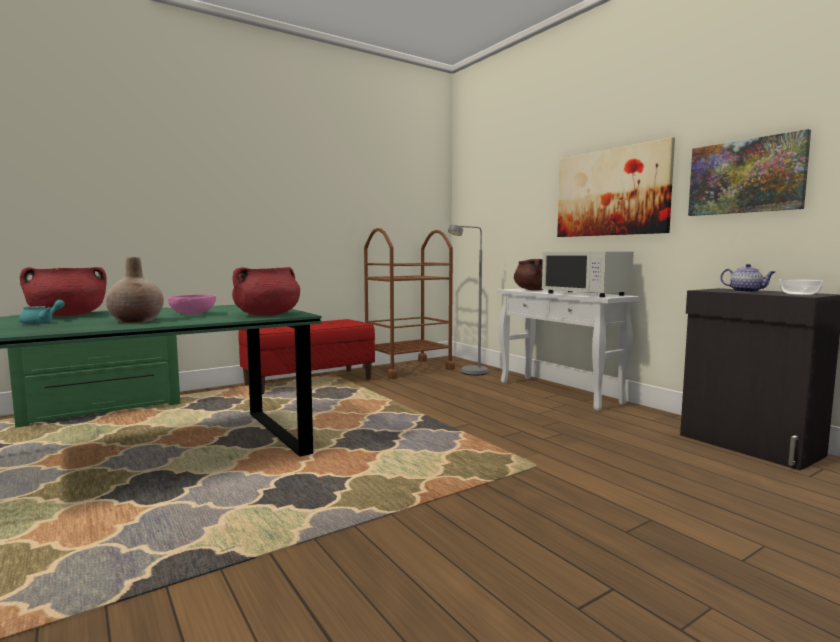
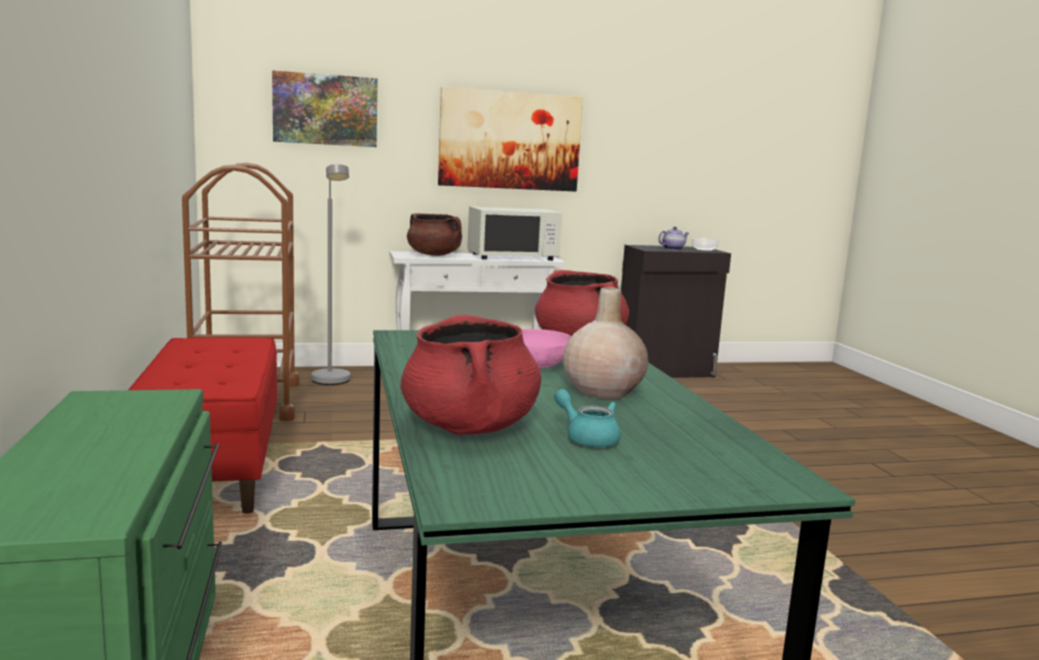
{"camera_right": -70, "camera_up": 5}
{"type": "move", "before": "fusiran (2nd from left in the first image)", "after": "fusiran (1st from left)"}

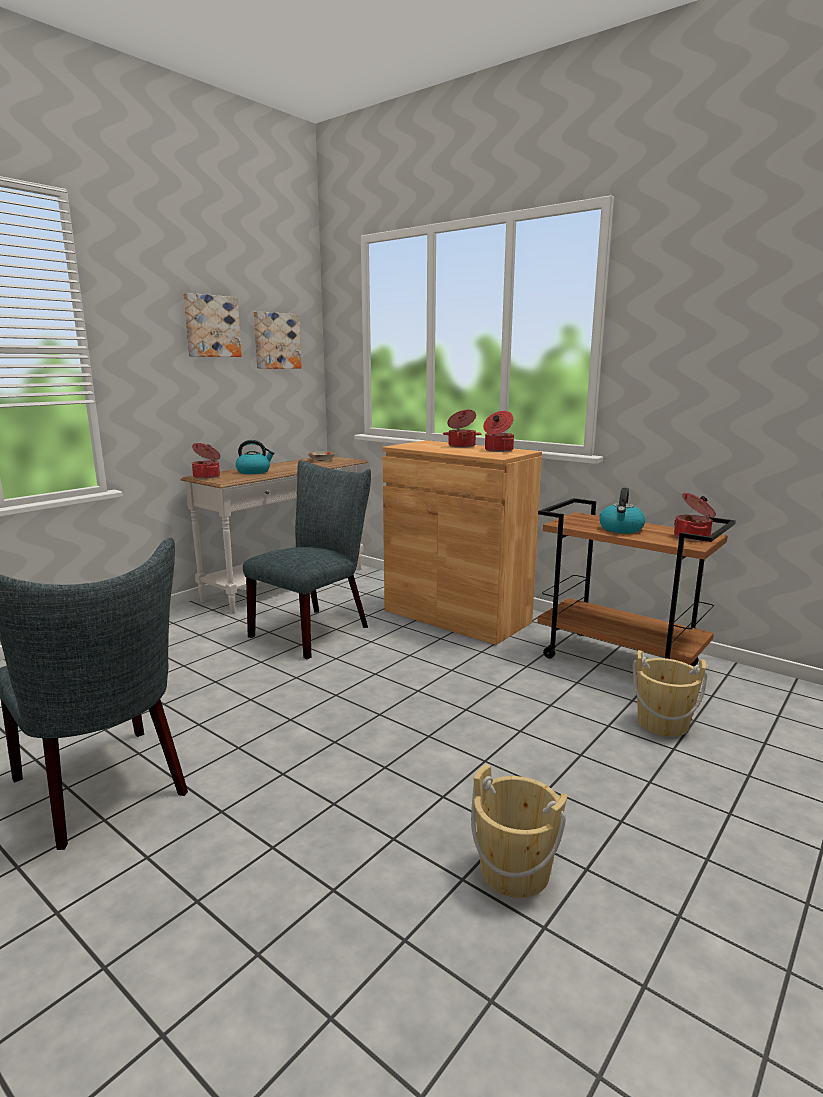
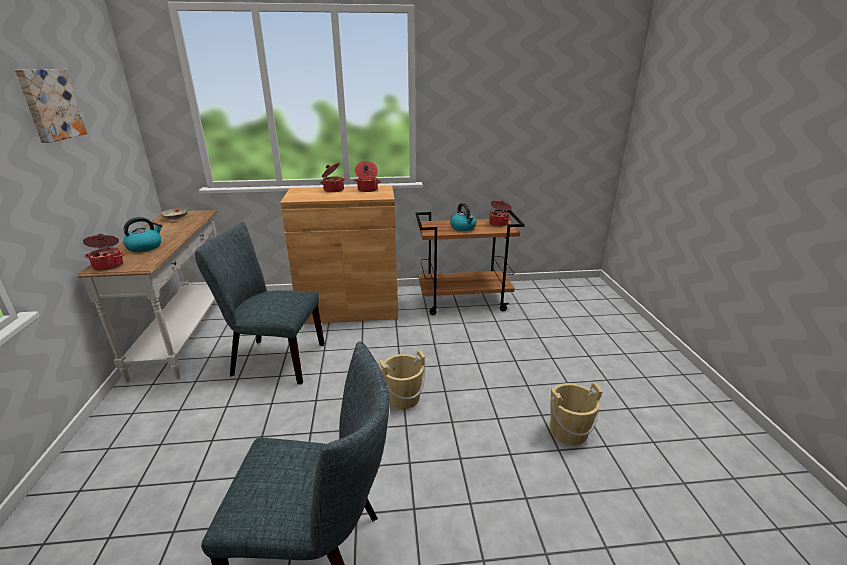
{"camera_right": -45, "camera_up": 10}
{"type": "rotate", "before": "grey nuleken (2nd from left in the first image)", "turn": -75}
{"type": "delete", "before": "fusiran (2nd from left)"}
{"type": "move", "before": "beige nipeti (2nd from left in the first image)", "after": "beige nipeti (1st from left)"}

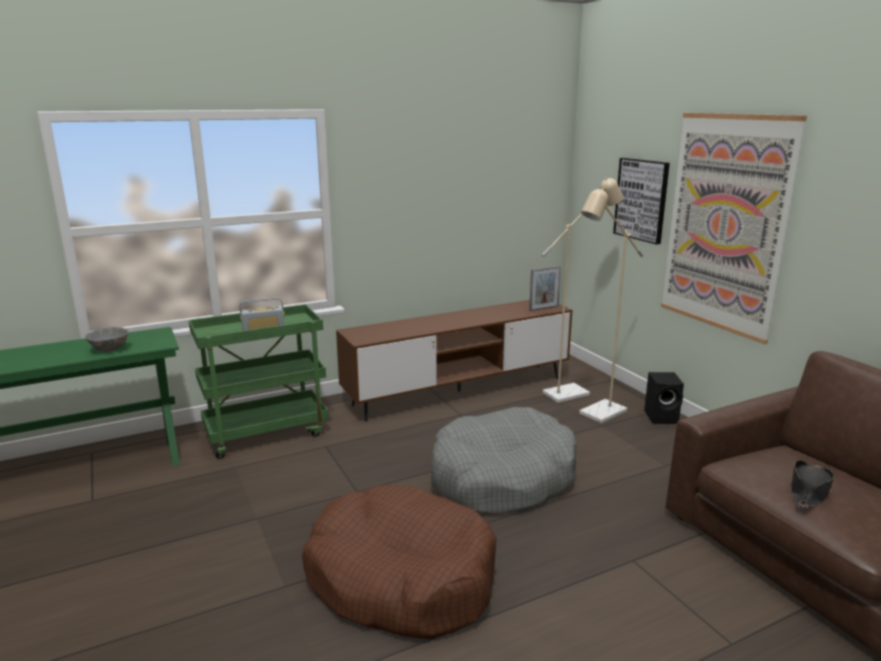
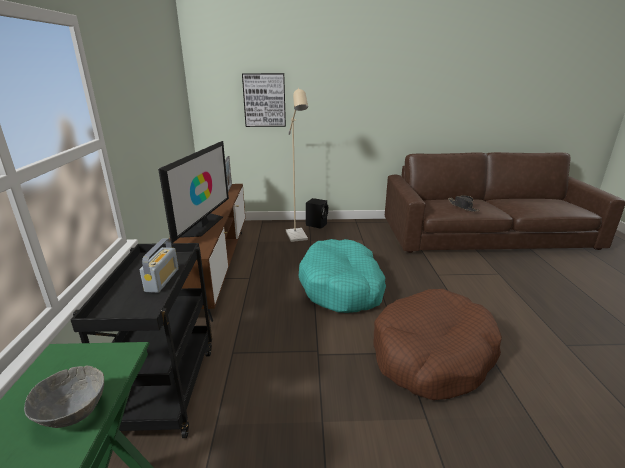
{"camera_right": -65, "camera_up": 5}
{"type": "recolor", "before": "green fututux", "after": "black fututux"}
{"type": "recolor", "before": "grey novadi", "after": "turquoise novadi"}
{"type": "delete", "before": "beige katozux (1st from left)"}
{"type": "delete", "before": "fusiran (2nd from left)"}
{"type": "insert", "after": "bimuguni"}

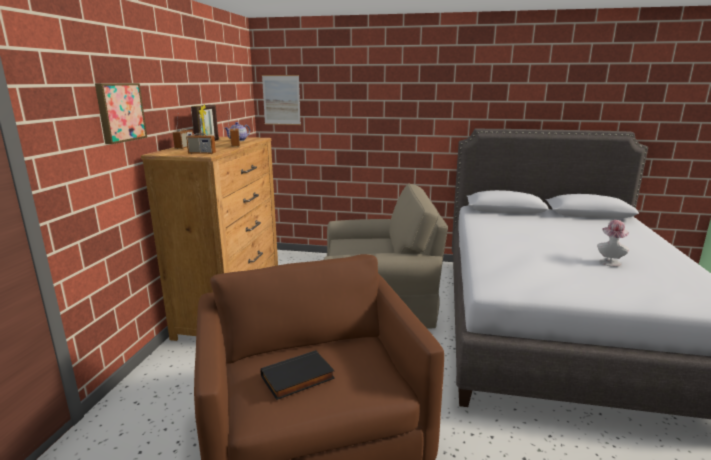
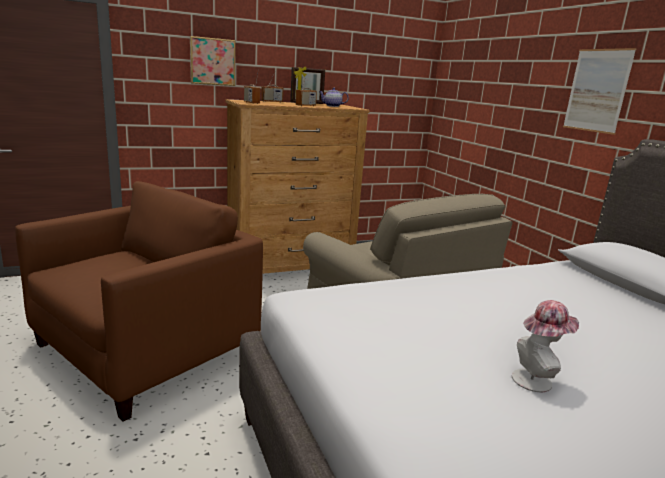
{"camera_right": 55, "camera_up": 0}
{"type": "delete", "before": "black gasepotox"}
{"type": "move", "before": "fusiran (2nd from left)"}

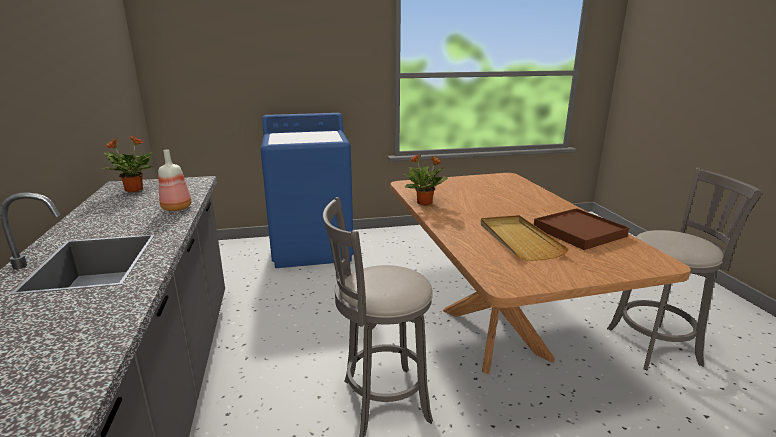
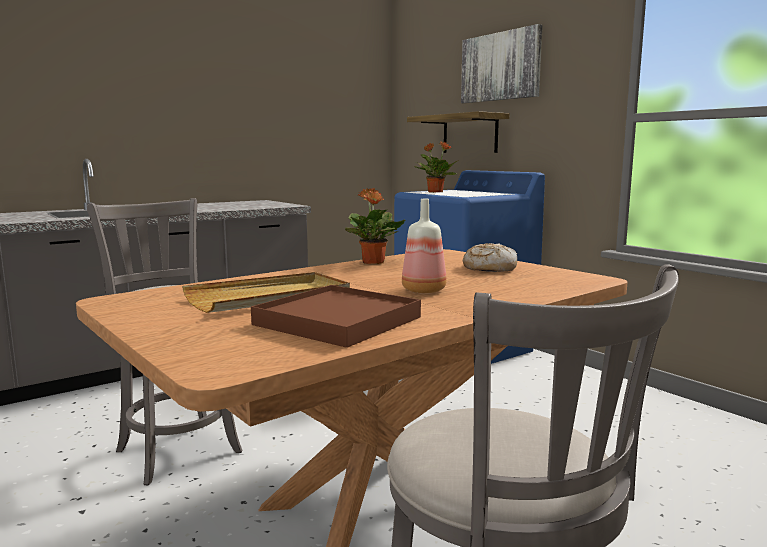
{"camera_right": 65, "camera_up": -10}
{"type": "move", "before": "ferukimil (1st from left in the first image)", "after": "ferukimil (2nd from left)"}
{"type": "move", "before": "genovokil"}
{"type": "insert", "after": "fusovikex"}
{"type": "insert", "after": "fusiran"}
{"type": "insert", "after": "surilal"}

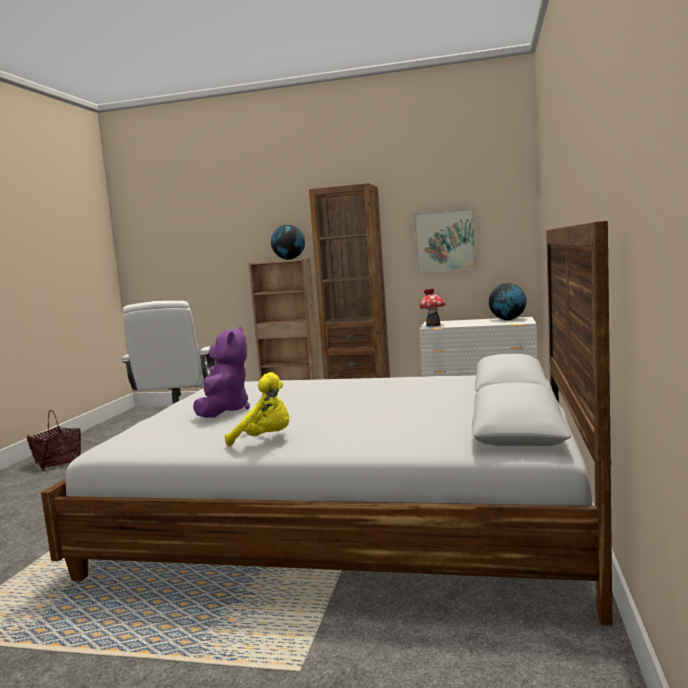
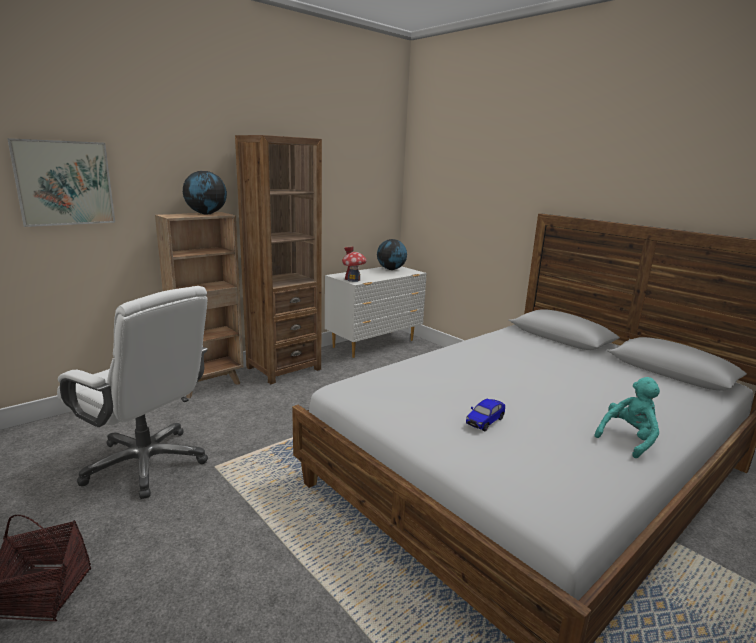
{"camera_right": -55, "camera_up": 10}
{"type": "replace", "before": "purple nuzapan", "after": "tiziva"}
{"type": "recolor", "before": "yellow nuzapan", "after": "turquoise nuzapan"}
{"type": "move", "before": "fusiran"}

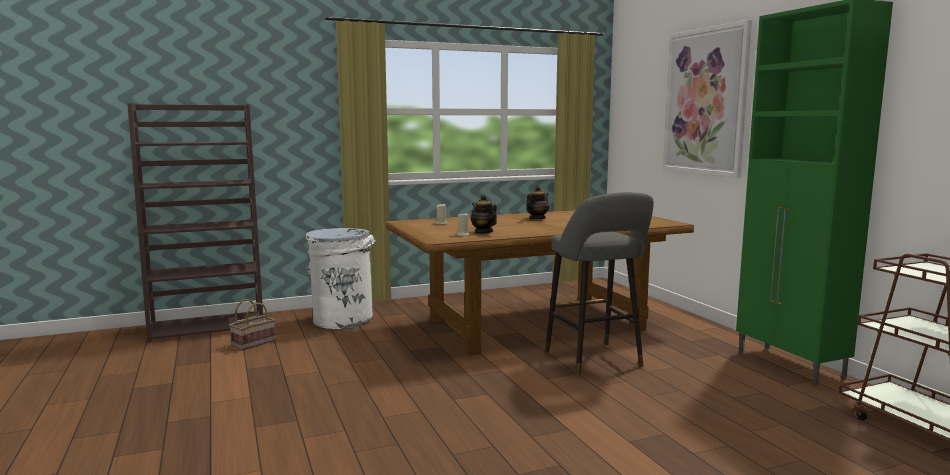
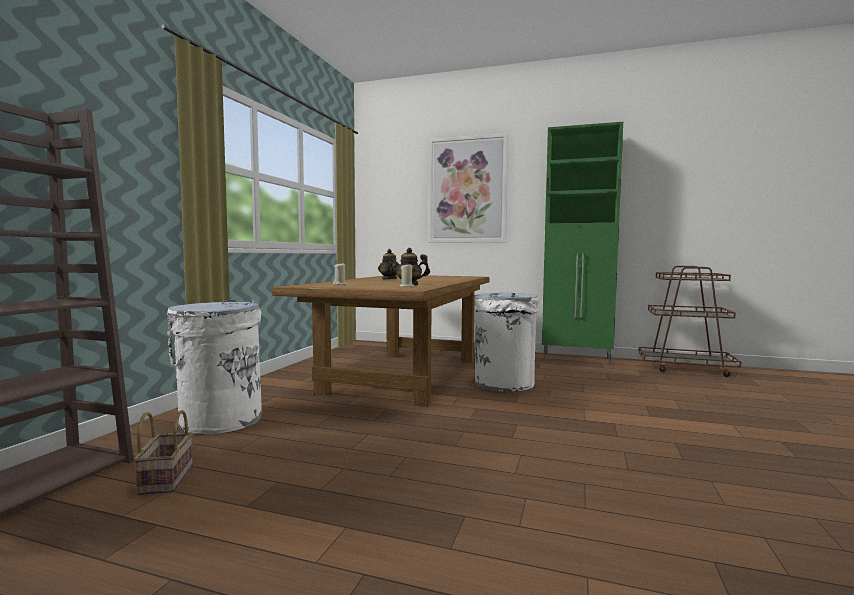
{"camera_right": -50, "camera_up": -5}
{"type": "replace", "before": "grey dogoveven", "after": "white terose (2nd from left)"}

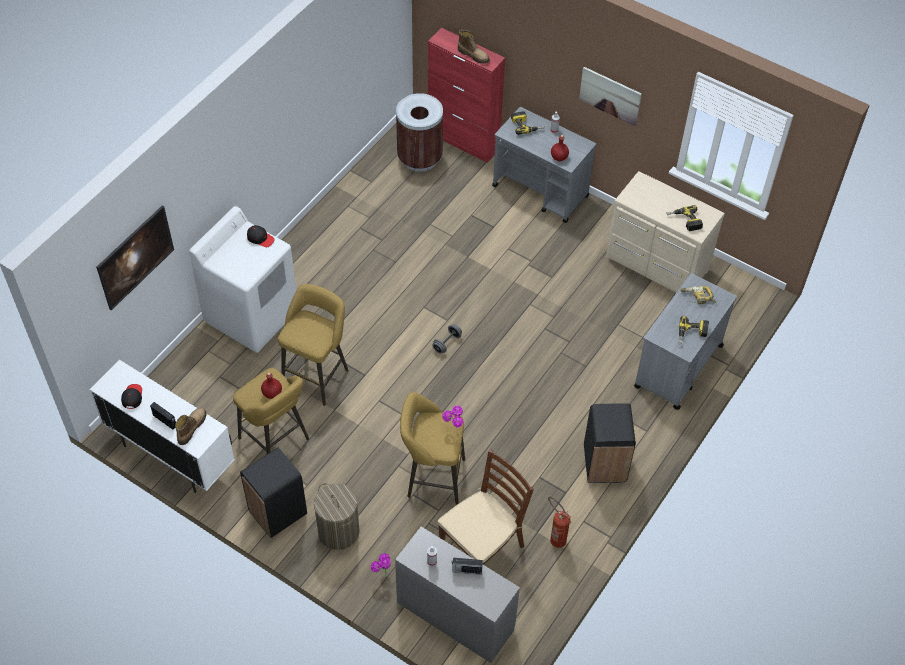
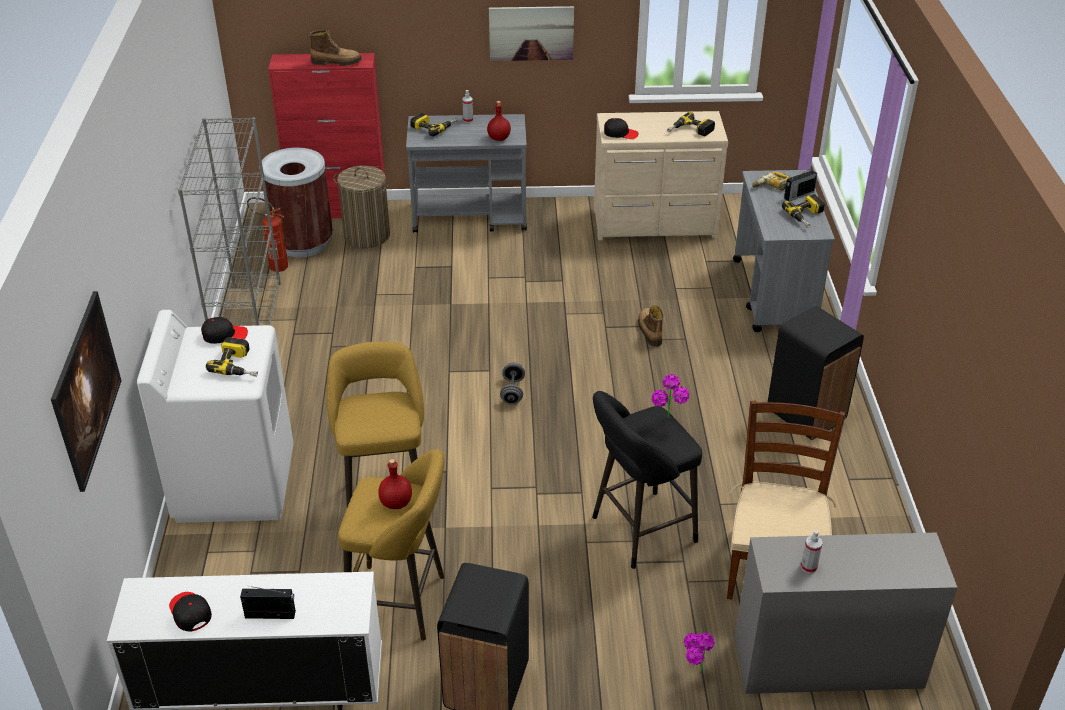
{"camera_right": -35, "camera_up": -15}
{"type": "move", "before": "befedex (1st from left in the first image)", "after": "befedex (2nd from left)"}
{"type": "move", "before": "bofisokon"}
{"type": "recolor", "before": "yellow dogoveven (3rd from left)", "after": "black dogoveven"}
{"type": "move", "before": "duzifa (2nd from left)"}
{"type": "move", "before": "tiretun"}
{"type": "insert", "after": "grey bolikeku"}
{"type": "insert", "after": "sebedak (1st from left)"}
{"type": "insert", "after": "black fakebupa (3rd from left)"}

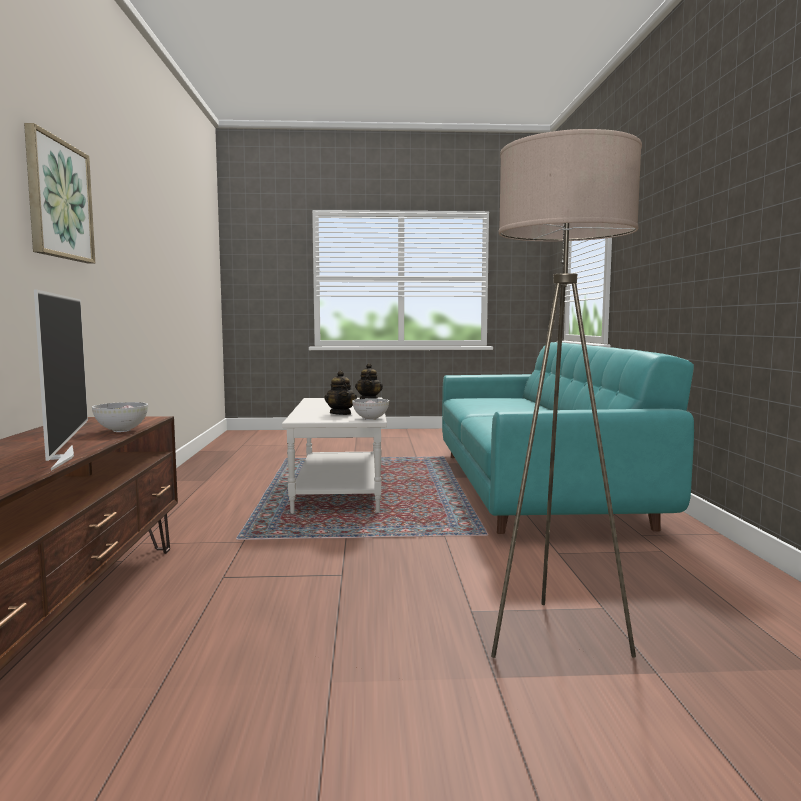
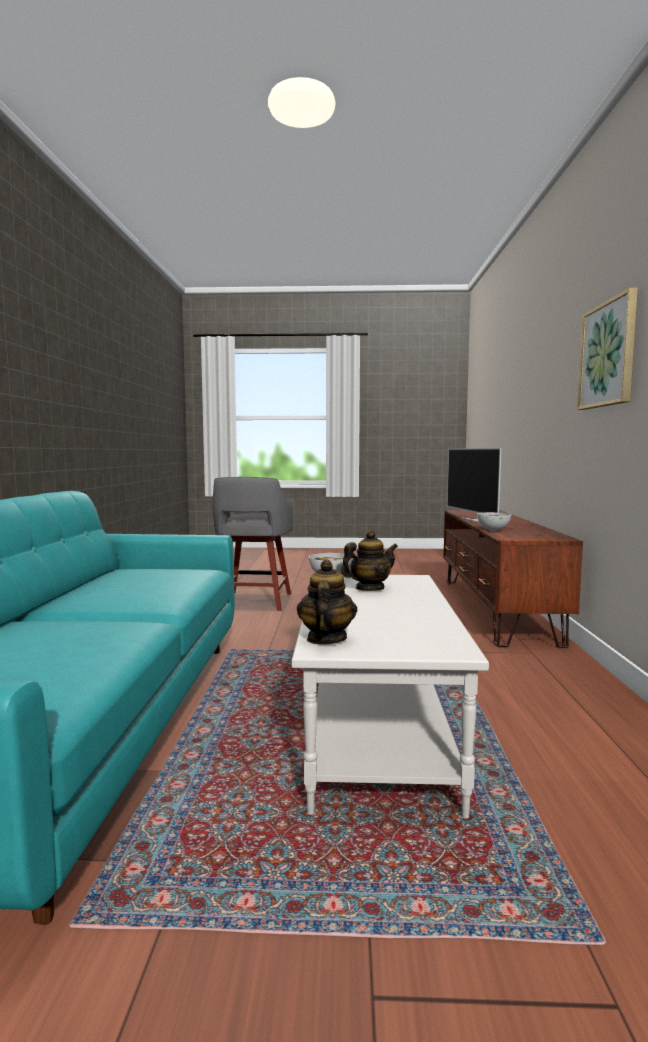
{"camera_right": -175, "camera_up": 0}
{"type": "rotate", "before": "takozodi (1st from left in the first image)", "turn": 75}
{"type": "replace", "before": "beige katozux", "after": "grey dogoveven"}

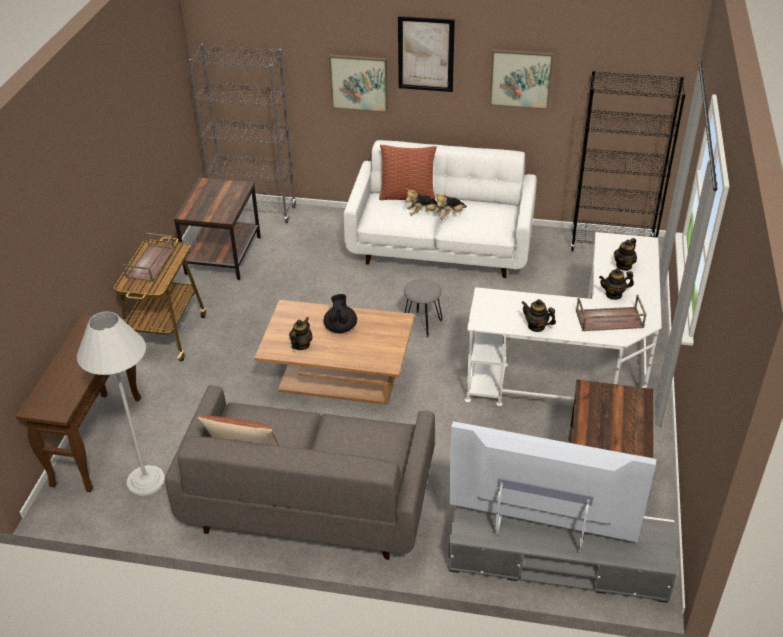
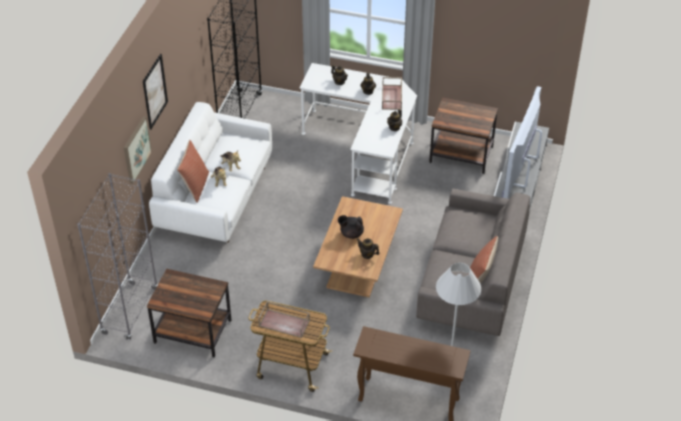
{"camera_right": -85, "camera_up": 5}
{"type": "delete", "before": "grey dogoveven"}
{"type": "delete", "before": "fusiran (3rd from left)"}

